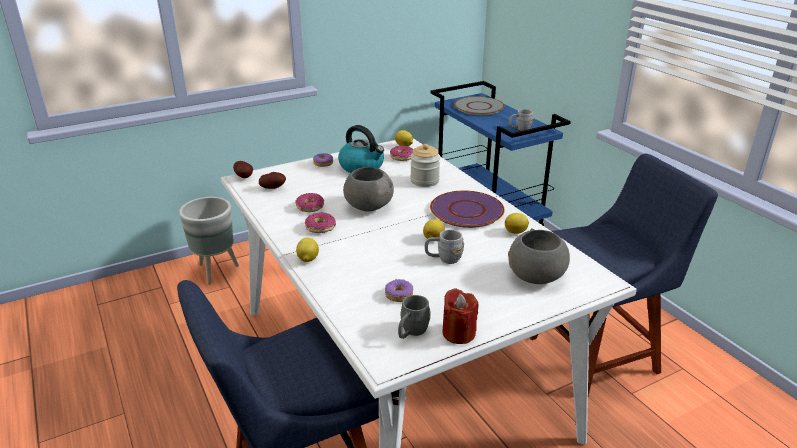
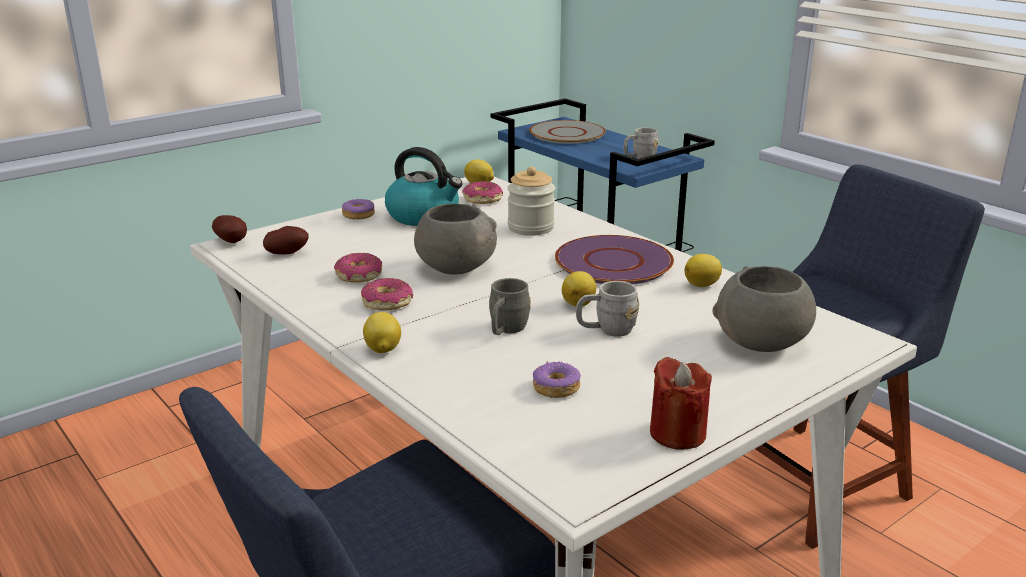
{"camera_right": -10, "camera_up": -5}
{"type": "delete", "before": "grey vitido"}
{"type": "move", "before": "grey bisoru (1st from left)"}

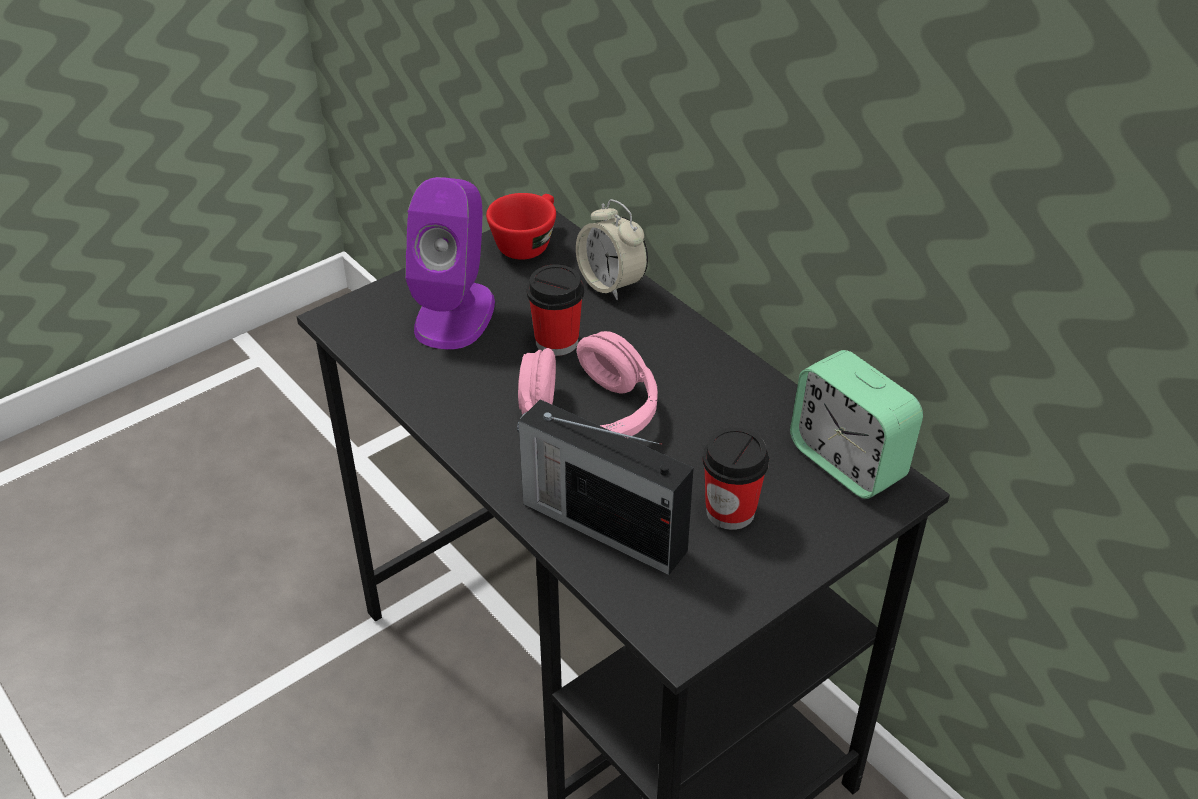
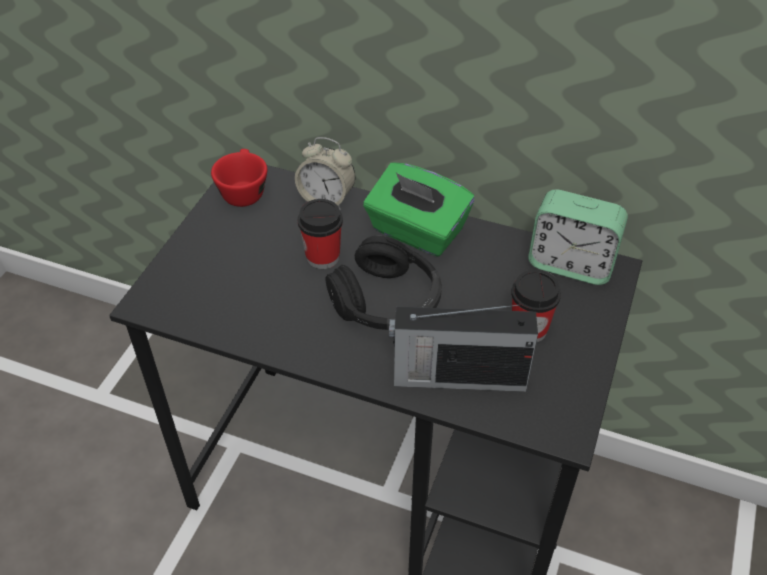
{"camera_right": -30, "camera_up": 5}
{"type": "delete", "before": "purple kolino"}
{"type": "recolor", "before": "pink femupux", "after": "black femupux"}
{"type": "insert", "after": "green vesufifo"}

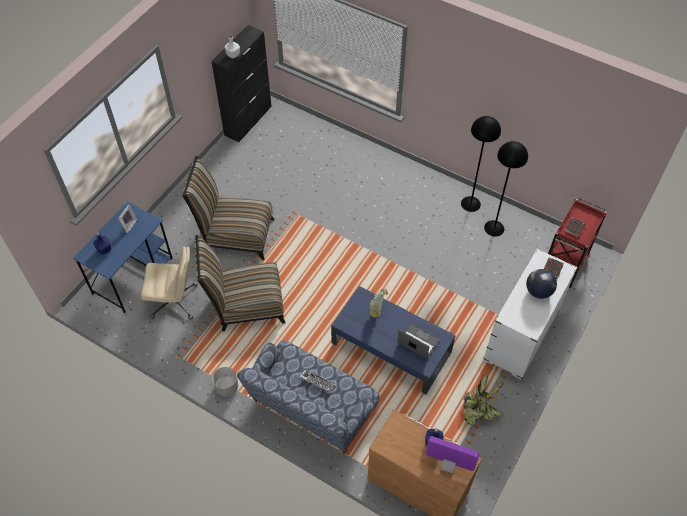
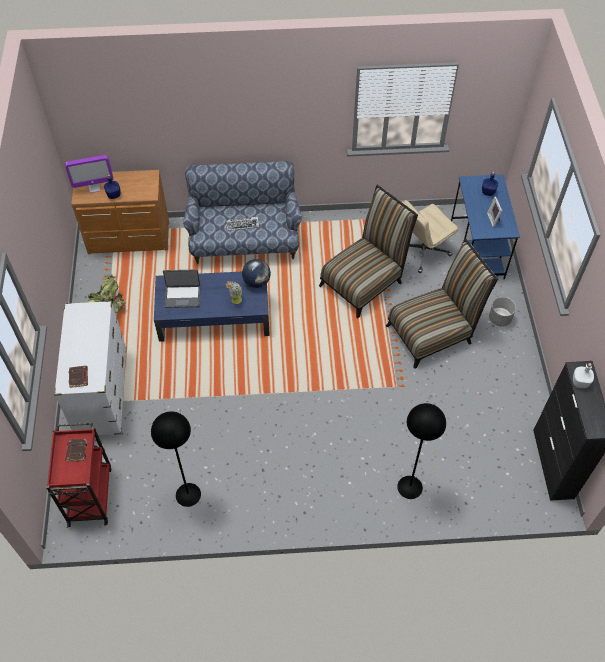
{"camera_right": 145, "camera_up": 0}
{"type": "move", "before": "grey vitido"}
{"type": "move", "before": "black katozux (1st from left in the first image)", "after": "black katozux (2nd from left)"}
{"type": "move", "before": "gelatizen"}

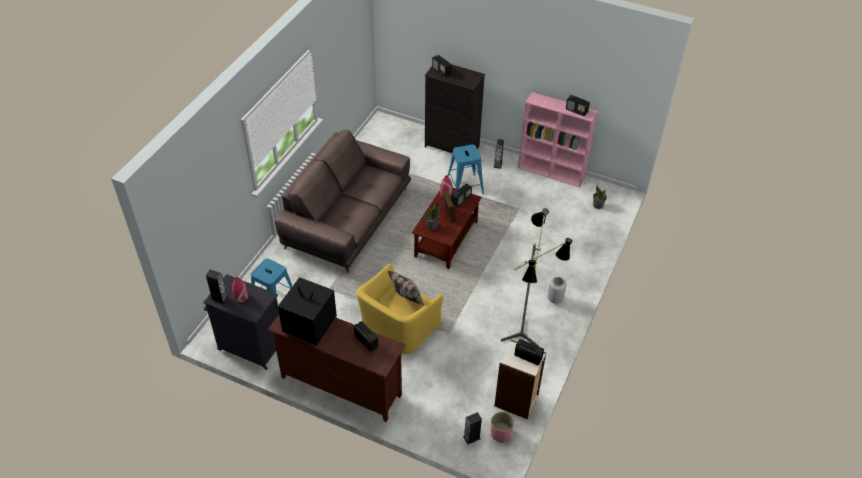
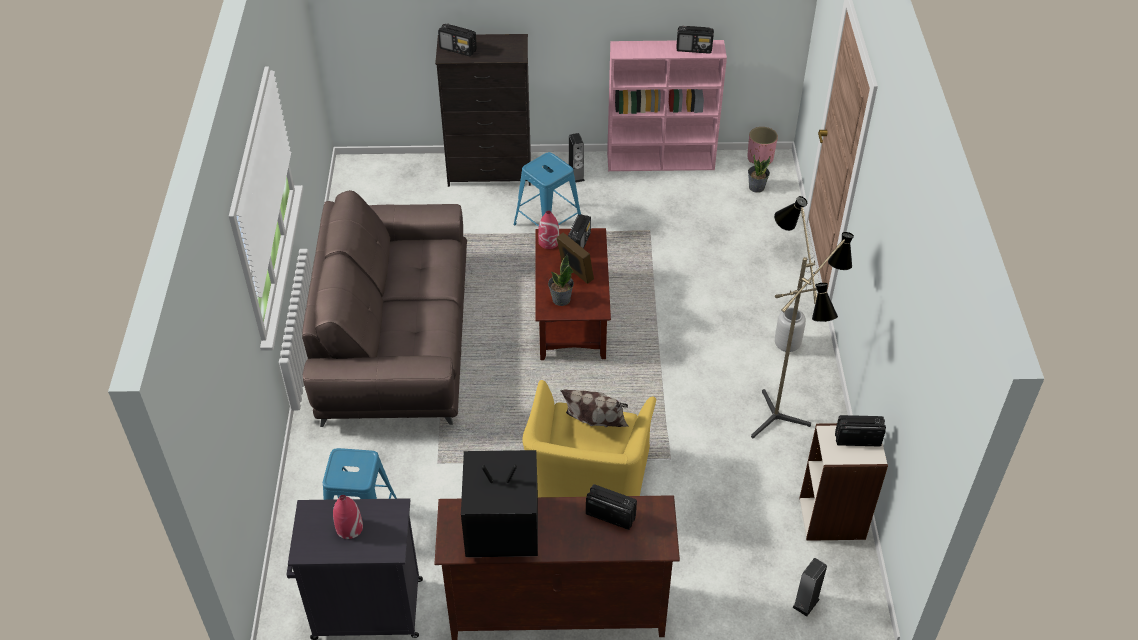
{"camera_right": -25, "camera_up": 0}
{"type": "delete", "before": "kolino (1st from left)"}
{"type": "move", "before": "pink vitido"}

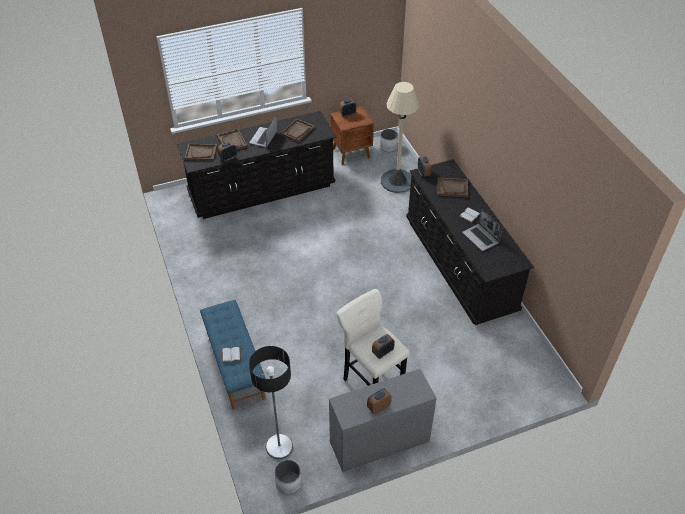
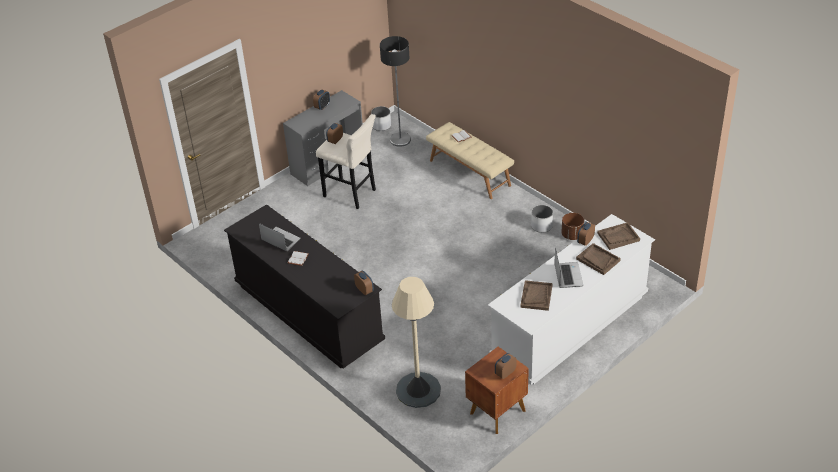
{"camera_right": 160, "camera_up": -5}
{"type": "recolor", "before": "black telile (1st from left)", "after": "white telile"}
{"type": "recolor", "before": "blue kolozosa", "after": "beige kolozosa"}
{"type": "move", "before": "white vitido (2nd from left)"}
{"type": "delete", "before": "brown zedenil (4th from left)"}
{"type": "insert", "after": "brown vitido"}

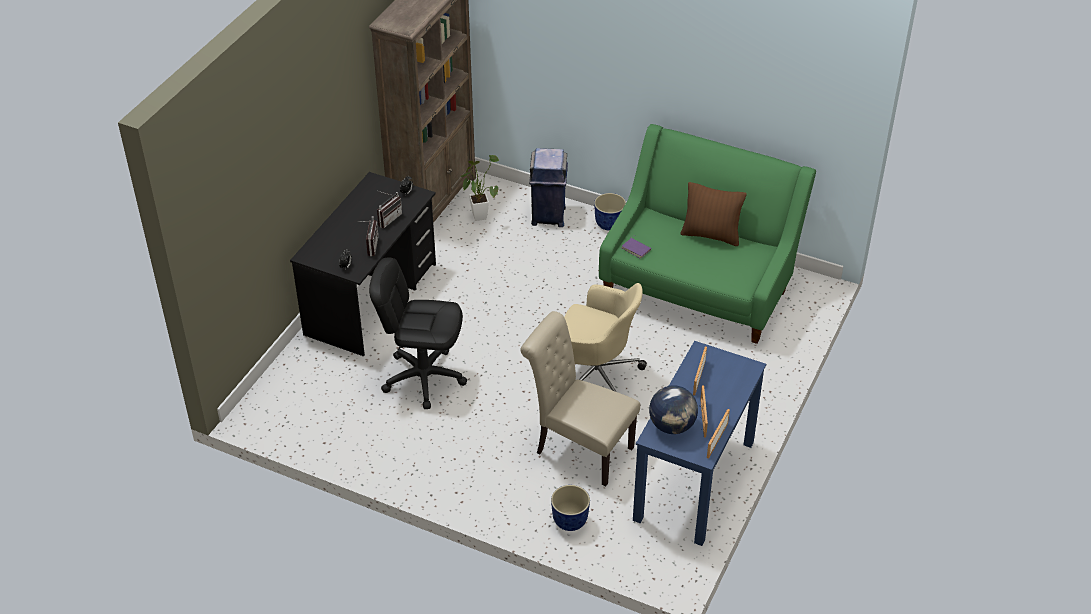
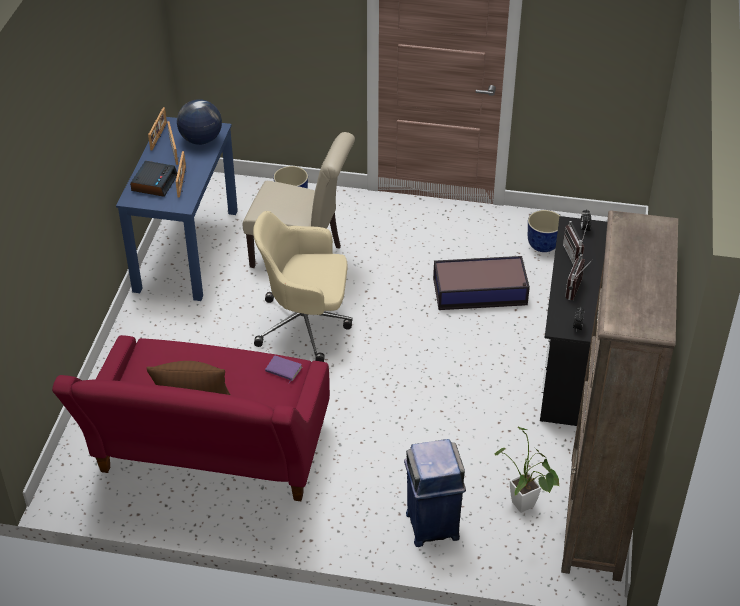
{"camera_right": 165, "camera_up": 0}
{"type": "replace", "before": "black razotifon", "after": "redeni"}
{"type": "move", "before": "vitido (2nd from left)"}
{"type": "recolor", "before": "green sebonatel", "after": "red sebonatel"}
{"type": "insert", "after": "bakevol (1st from left)"}

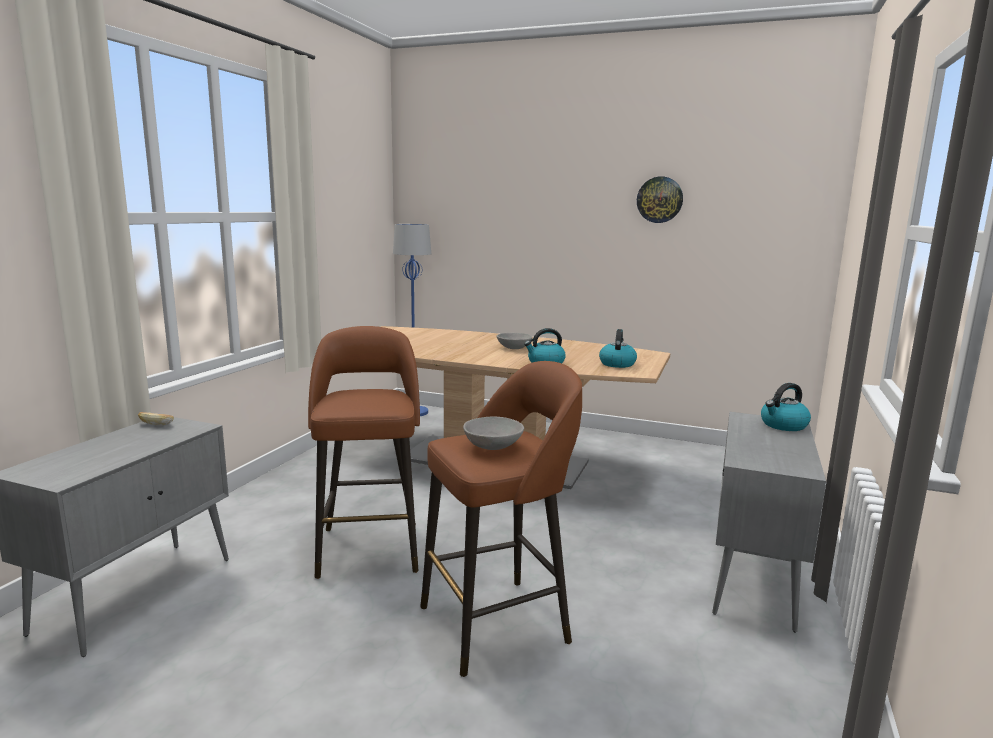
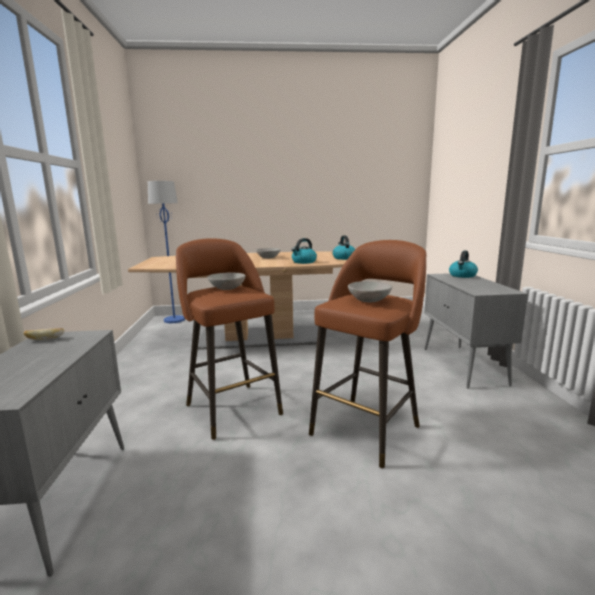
{"camera_right": -25, "camera_up": 0}
{"type": "delete", "before": "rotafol"}
{"type": "insert", "after": "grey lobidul (1st from left)"}

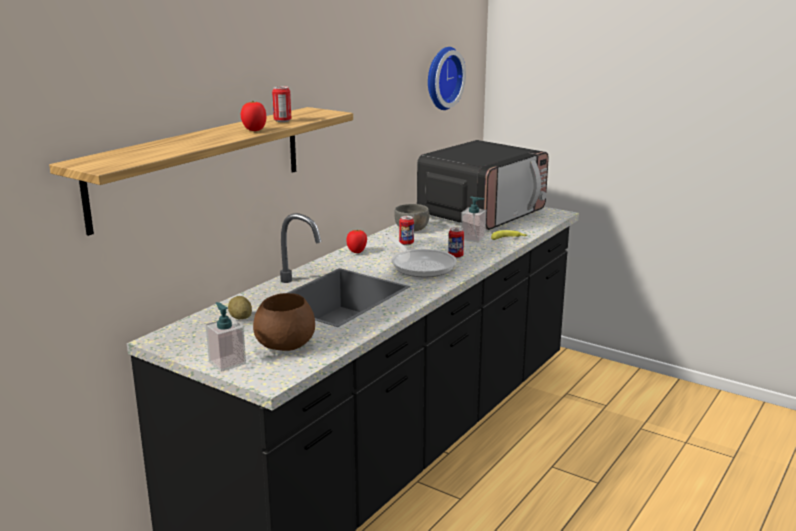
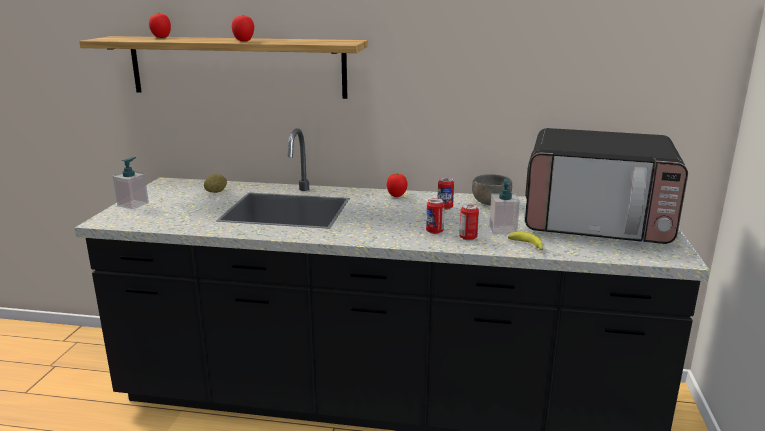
{"camera_right": 65, "camera_up": 0}
{"type": "delete", "before": "brown lobidul"}
{"type": "move", "before": "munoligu (1st from left in the first image)", "after": "munoligu (3rd from left)"}
{"type": "delete", "before": "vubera"}
{"type": "delete", "before": "rotafol"}
{"type": "insert", "after": "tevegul (1st from left)"}

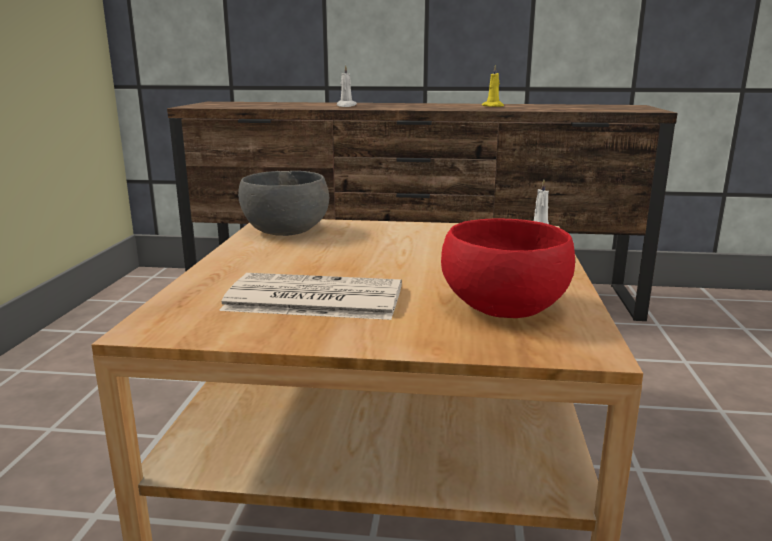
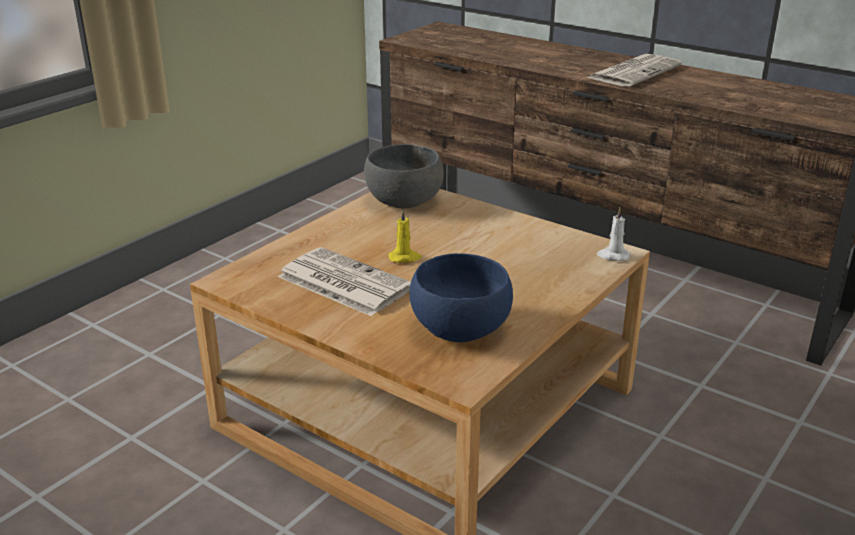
{"camera_right": 30, "camera_up": 10}
{"type": "delete", "before": "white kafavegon (1st from left)"}
{"type": "recolor", "before": "red lobidul", "after": "blue lobidul"}
{"type": "move", "before": "yellow kafavegon"}
{"type": "insert", "after": "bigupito (2nd from left)"}

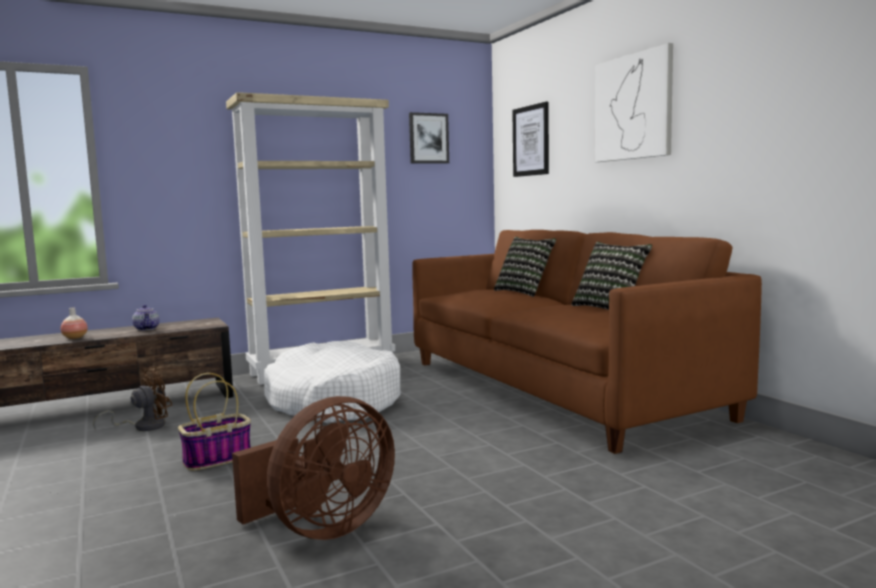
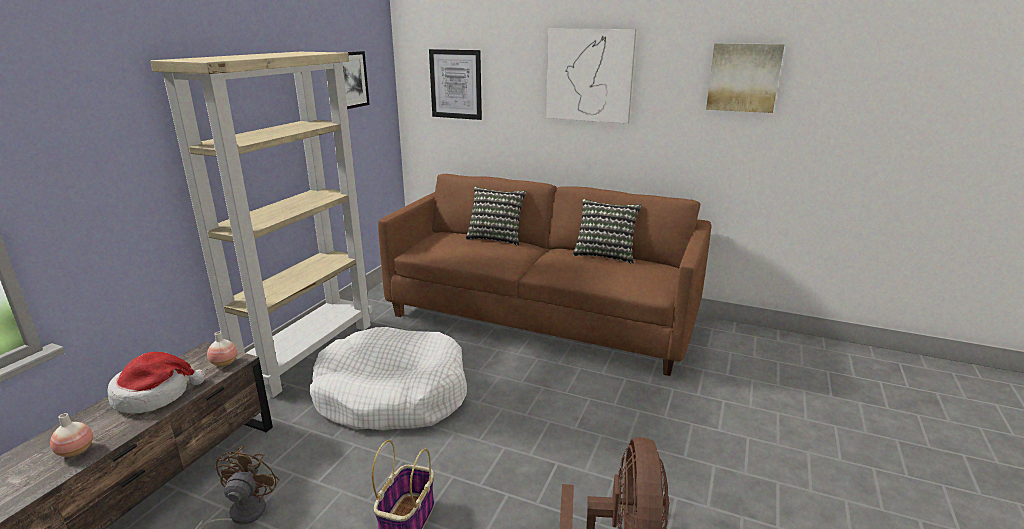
{"camera_right": -40, "camera_up": 15}
{"type": "replace", "before": "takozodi", "after": "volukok"}
{"type": "insert", "after": "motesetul (2nd from left)"}
{"type": "insert", "after": "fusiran (4th from left)"}

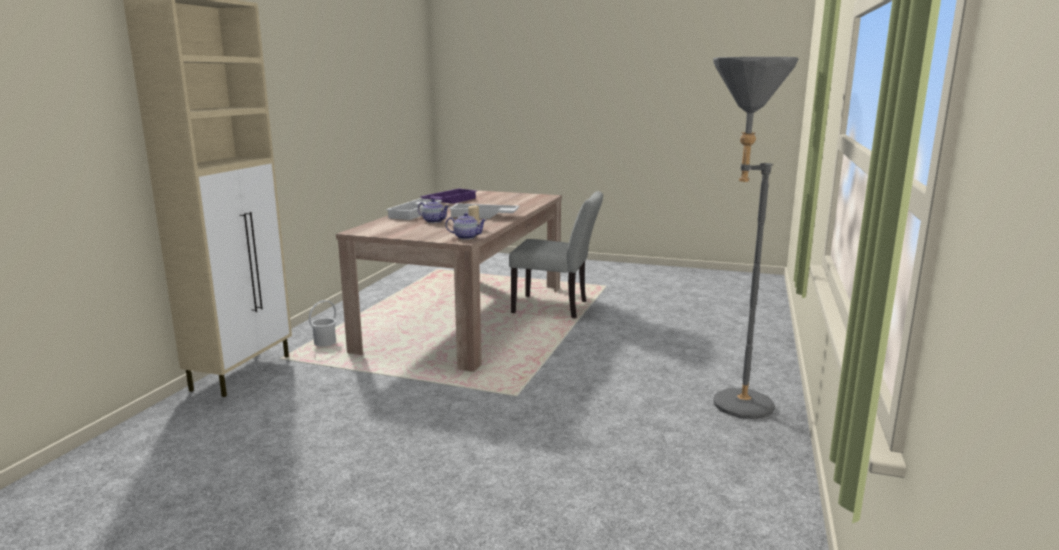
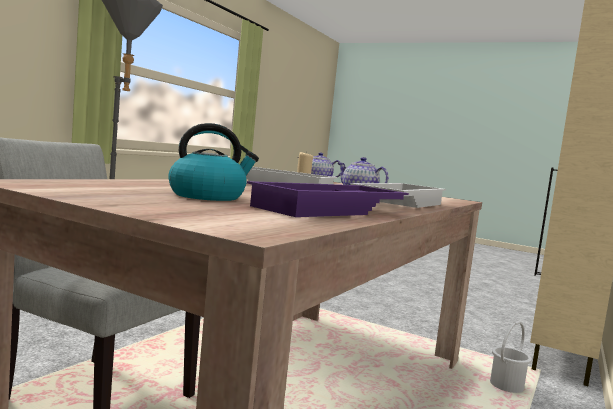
{"camera_right": -170, "camera_up": -10}
{"type": "insert", "after": "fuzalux"}

